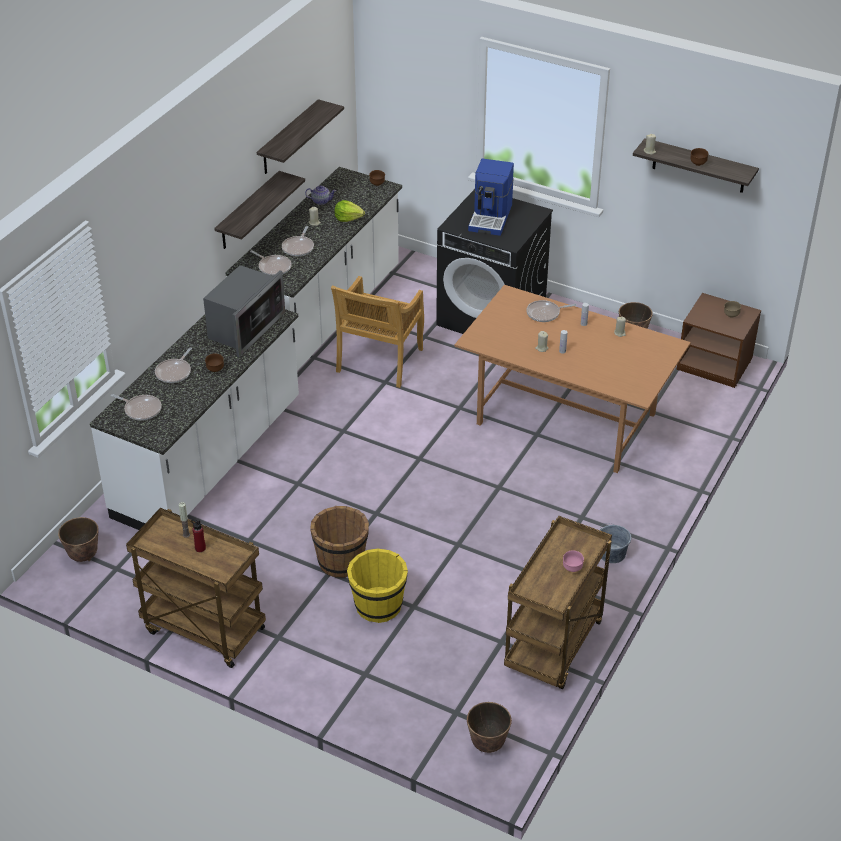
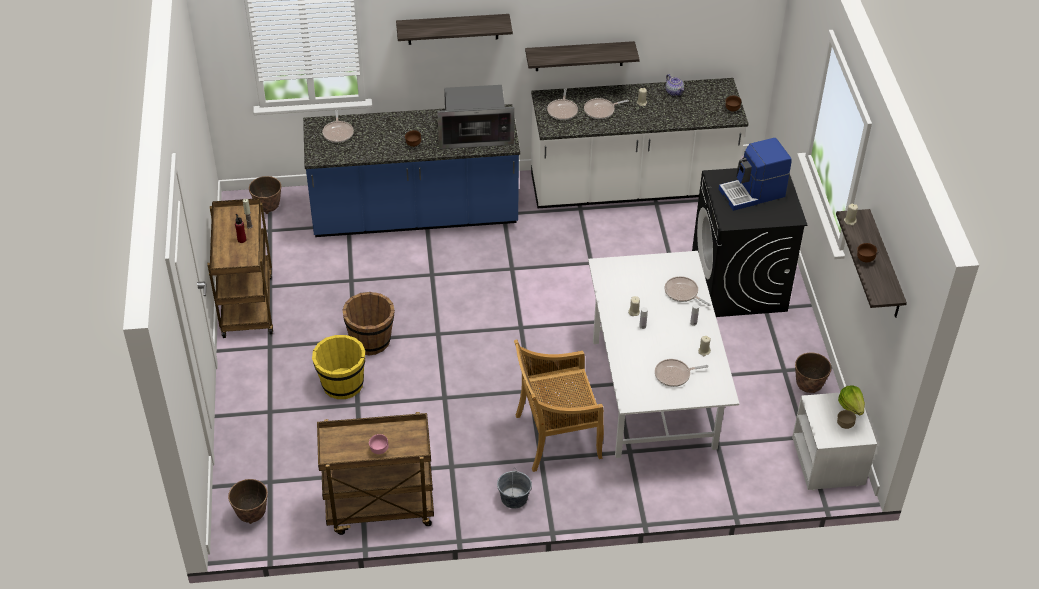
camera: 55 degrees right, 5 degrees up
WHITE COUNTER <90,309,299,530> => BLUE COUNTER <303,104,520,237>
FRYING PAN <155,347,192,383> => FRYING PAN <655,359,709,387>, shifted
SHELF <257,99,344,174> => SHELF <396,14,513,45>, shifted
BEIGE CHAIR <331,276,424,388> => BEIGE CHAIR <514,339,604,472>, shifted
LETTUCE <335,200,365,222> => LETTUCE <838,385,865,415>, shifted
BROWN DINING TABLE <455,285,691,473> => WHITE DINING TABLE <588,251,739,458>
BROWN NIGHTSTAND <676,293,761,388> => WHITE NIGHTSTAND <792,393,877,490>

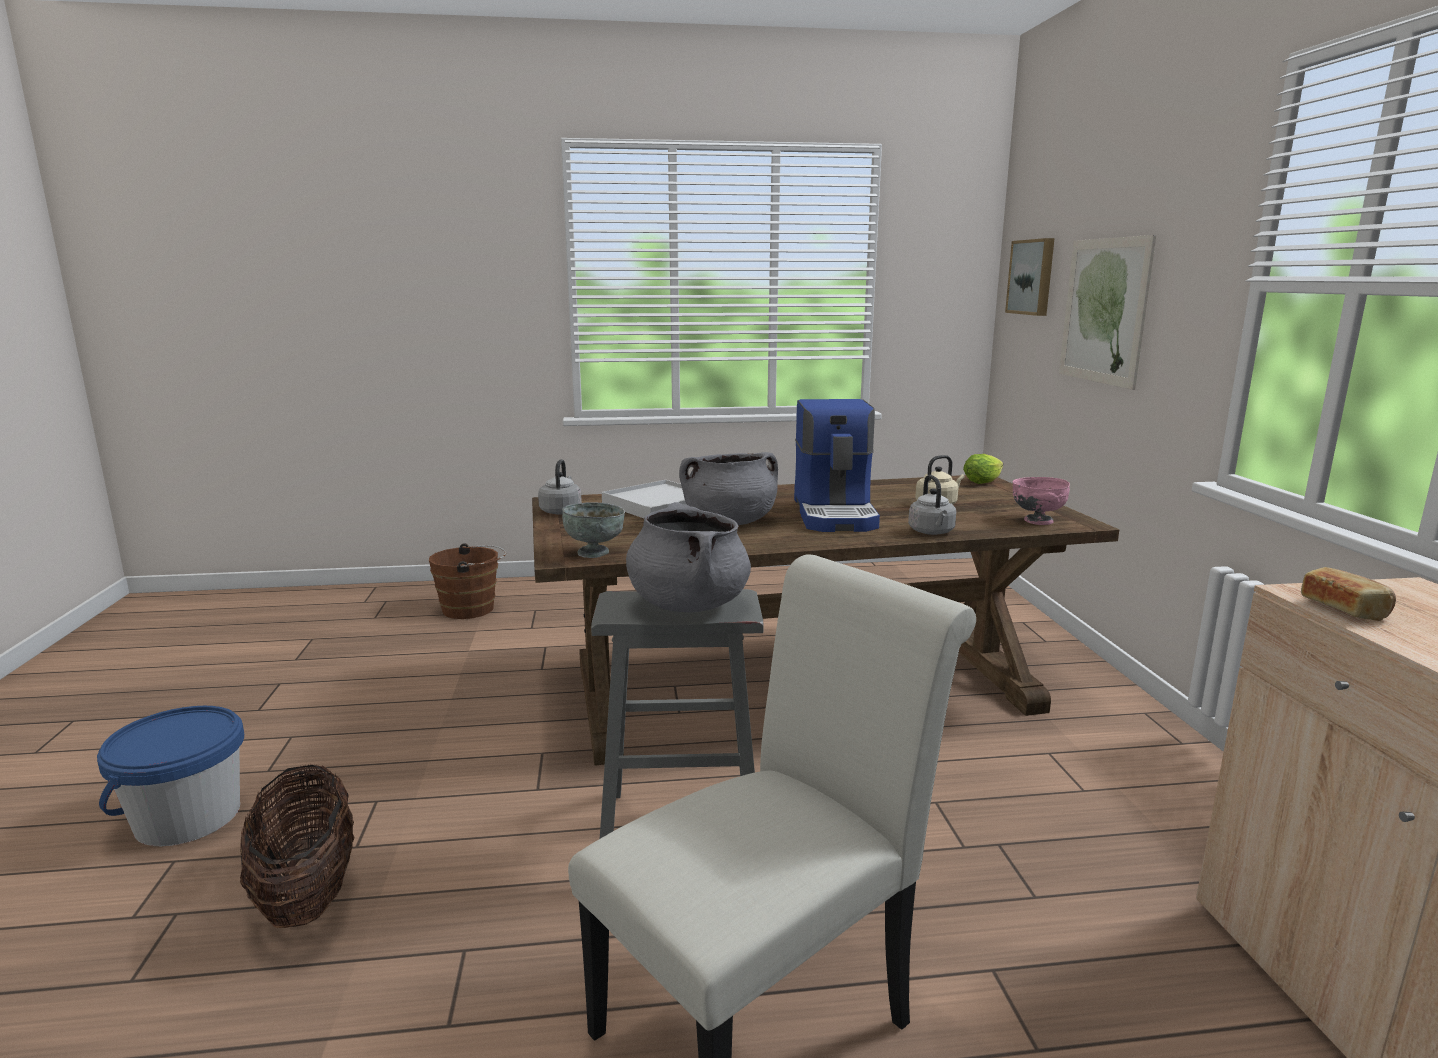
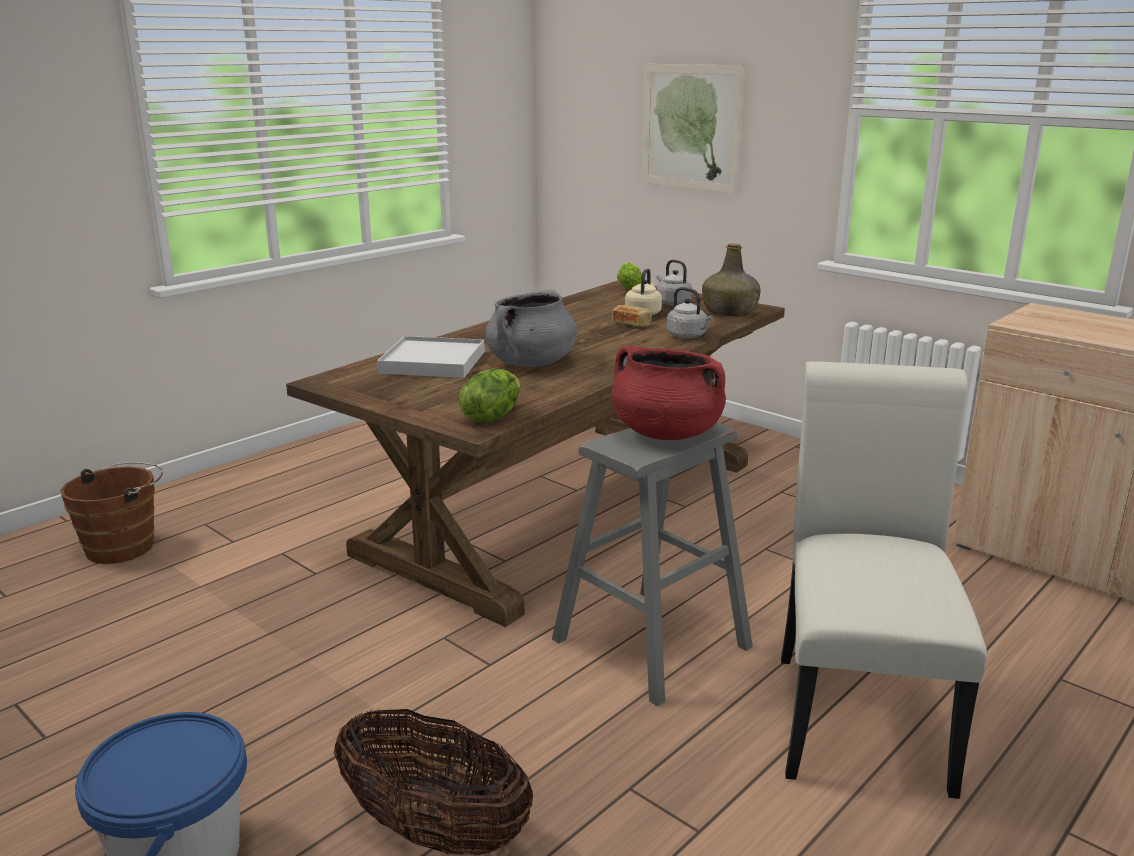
camera: 40 degrees left, 5 degrees up
GREY KETTLE <538,459,582,514> => GREY KETTLE <656,260,692,306>, shifted
GREY BOWL <562,502,625,558> => LETTUCE <459,369,520,422>
GREY COOKING POT <626,502,751,612> => RED COOKING POT <612,346,726,440>
COFFEE MACHINE <794,399,880,532> => nothing
PICTURE <1005,238,1055,316> => nothing
PINK BOWL <1012,477,1070,525> => GREEN BOTTLE <702,243,761,316>
BREAD <1301,567,1396,621> => BREAD <612,305,652,327>, shifted

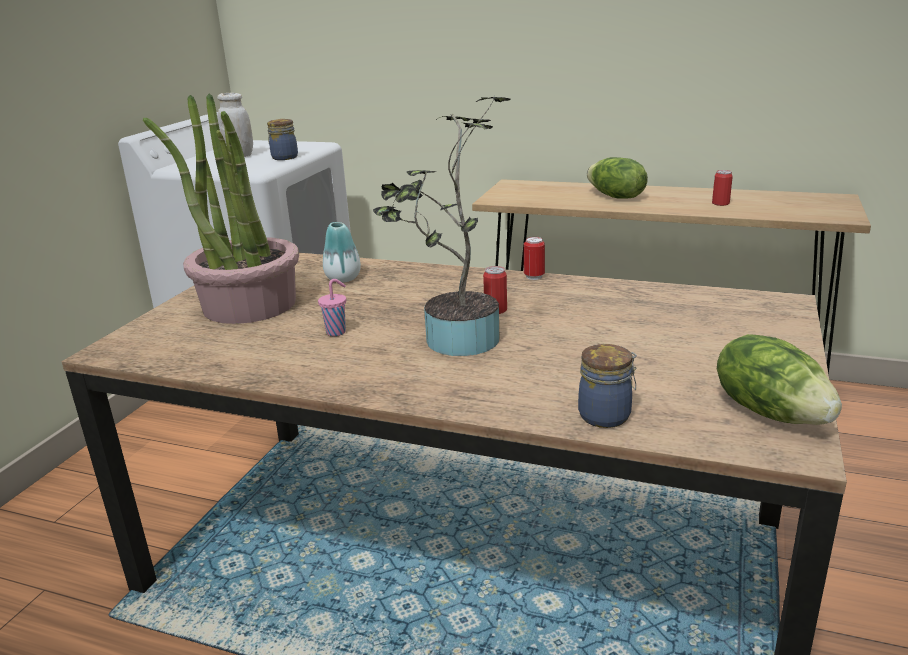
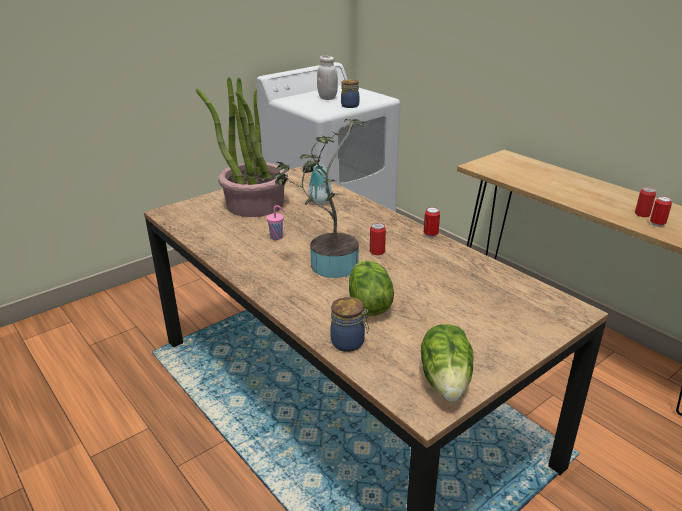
camera: 30 degrees right, 5 degrees up
LETTUCE <587,157,648,199> => LETTUCE <349,260,394,316>, shifted
nothing => CAN <650,196,672,227>

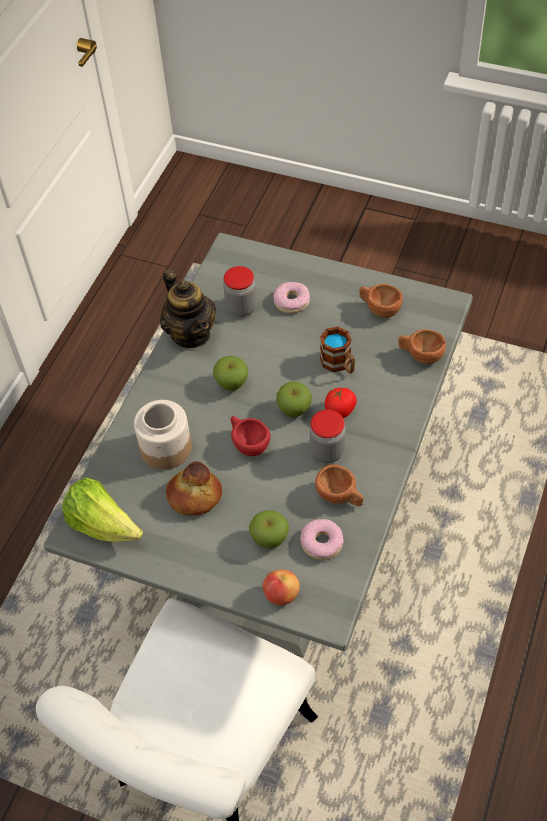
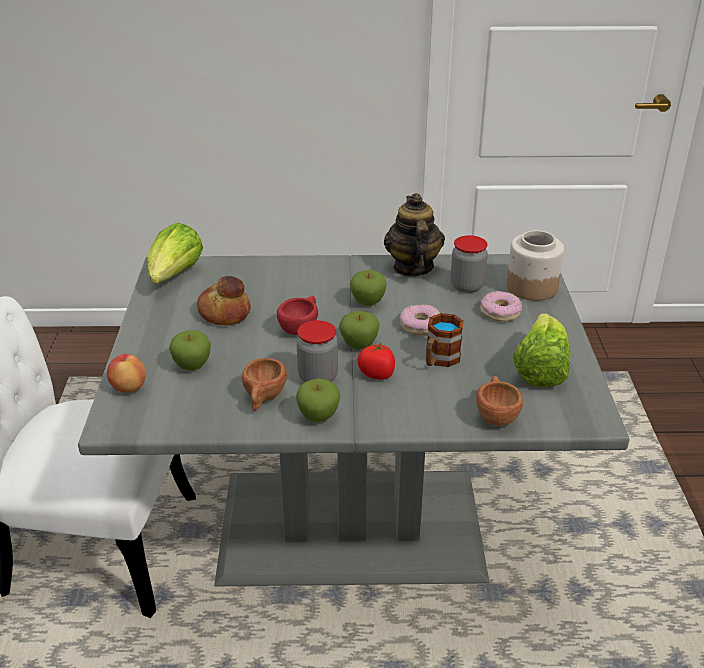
camera: 65 degrees right, 20 degrees down
JAR <134,400,192,470> => JAR <506,230,564,301>, shifted
TEAPOT <160,269,216,348> => TEAPOT <384,193,445,277>, 135 degrees clockwise
DONUT <300,519,344,560> => DONUT <400,304,440,335>, shifted
BROWN CUP <359,284,403,318> => LETTUCE <513,313,571,387>
nothing => APPLE <296,378,340,422>

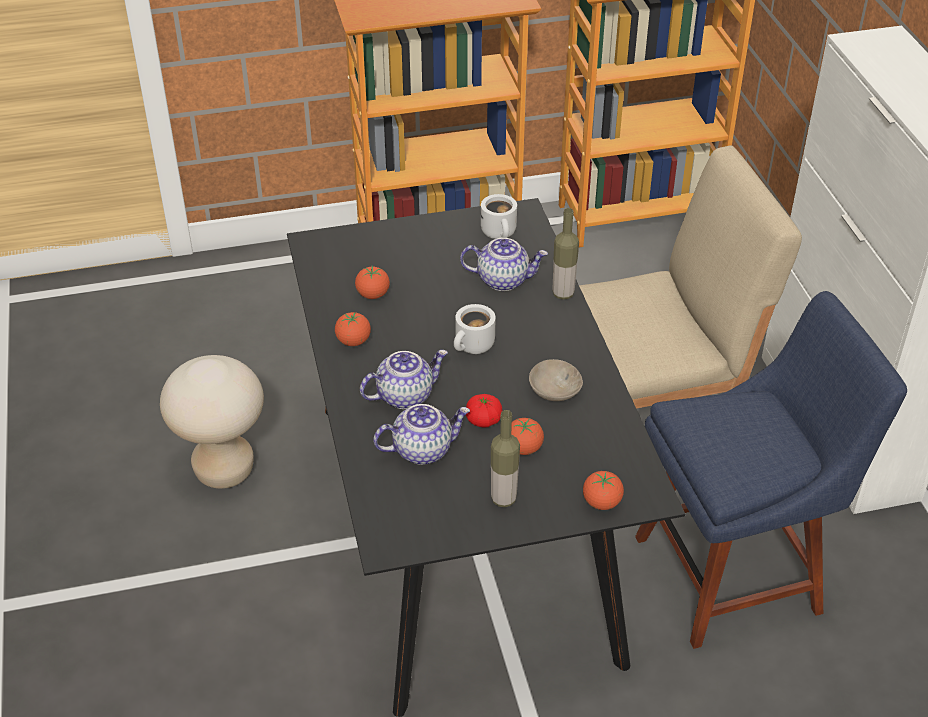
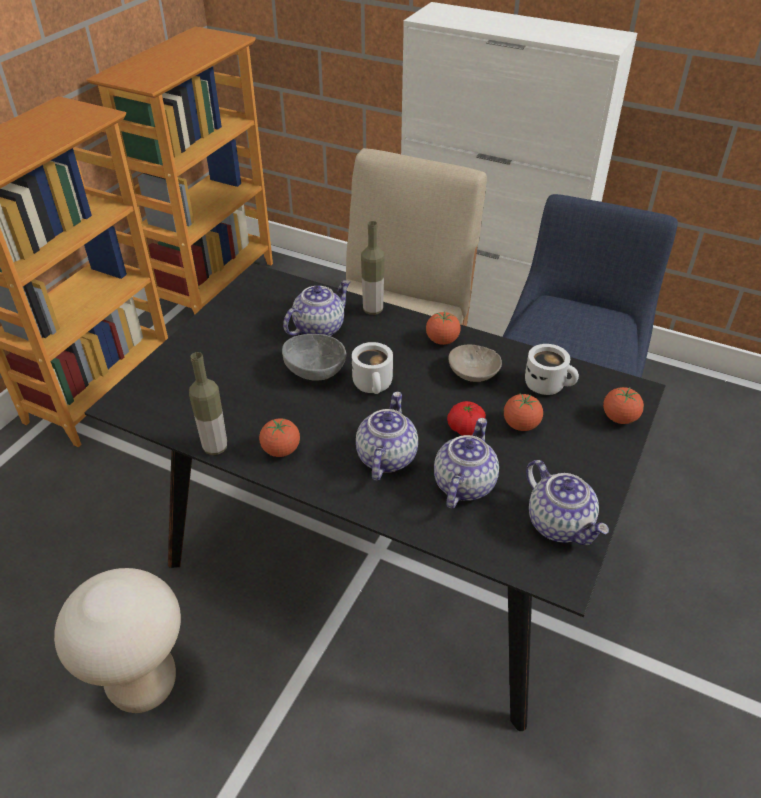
camera: 50 degrees left, 0 degrees up
TOMATO <355,266,390,299> => TOMATO <426,312,461,345>, shifted
WHITE MUG <481,194,517,239> => WHITE MUG <525,344,579,395>, shifted
BOTTLE <491,410,520,507> => BOTTLE <189,352,227,455>, shifted
nothing => GREY BOWL <282,334,346,381>
nothing => TEAPOT <526,460,609,545>

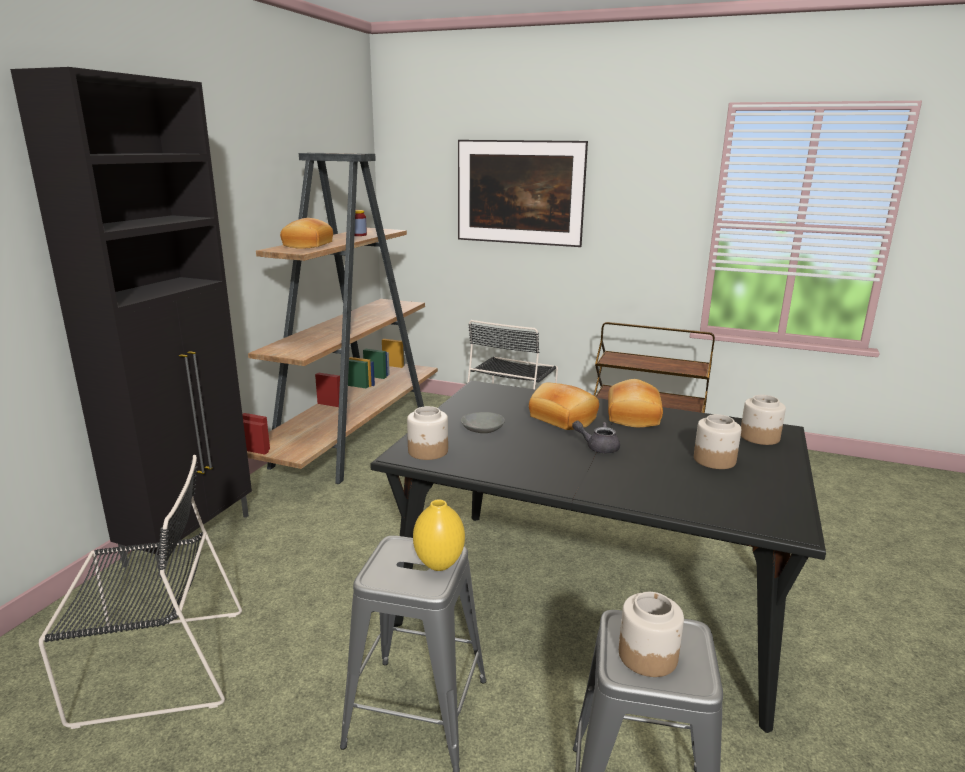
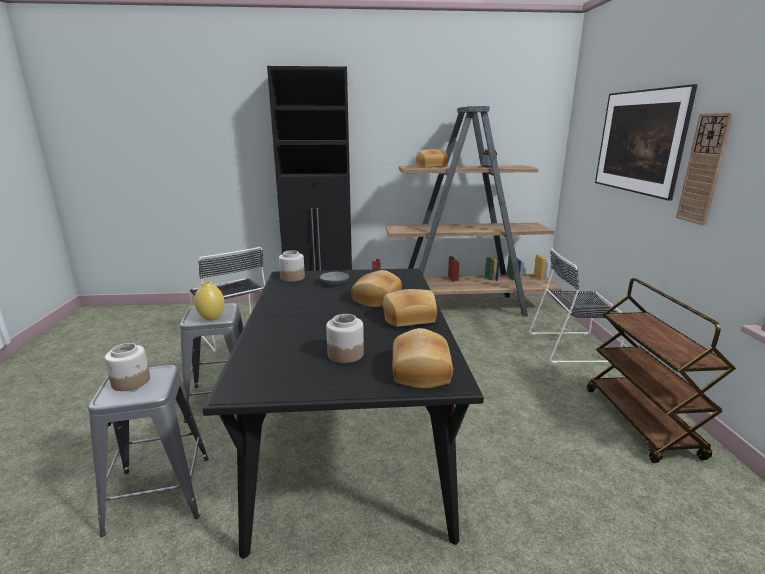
camera: 65 degrees right, 0 degrees up
GREY TEAPOT <572,421,620,453> => nothing
JAR <741,395,786,445> => BREAD <392,328,453,388>
nothing => WALL CLOCK <676,113,734,226>

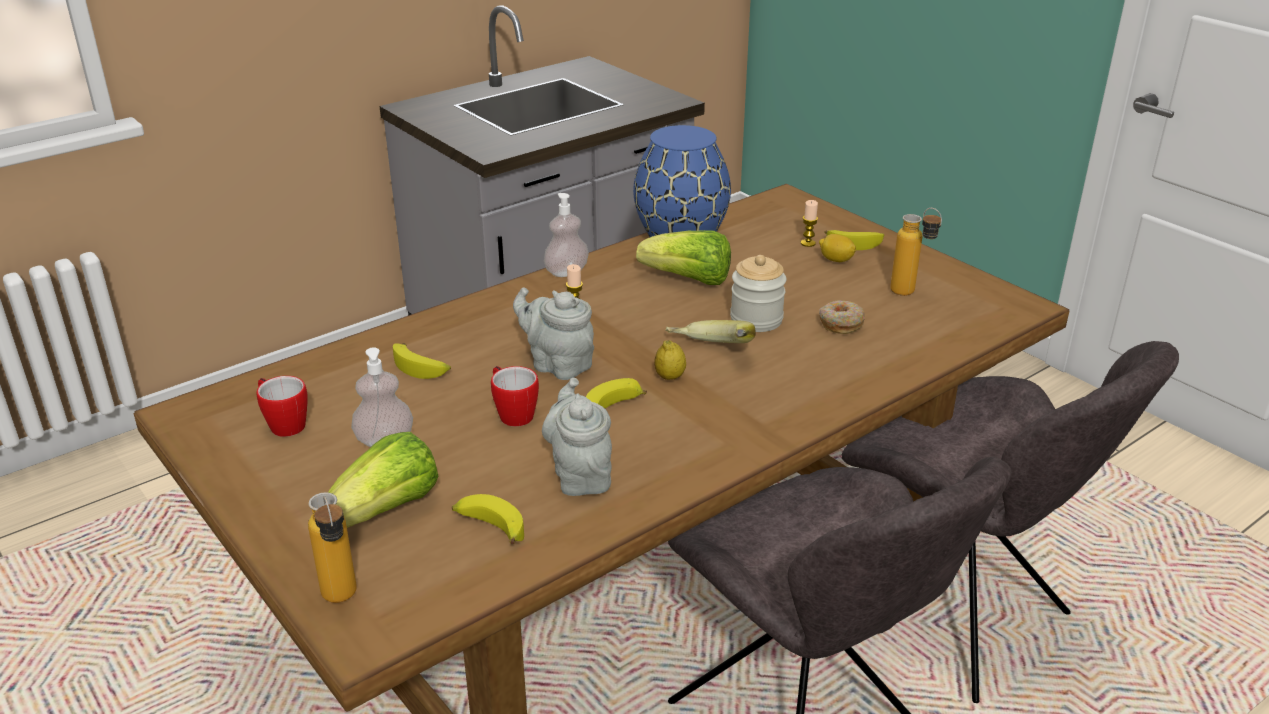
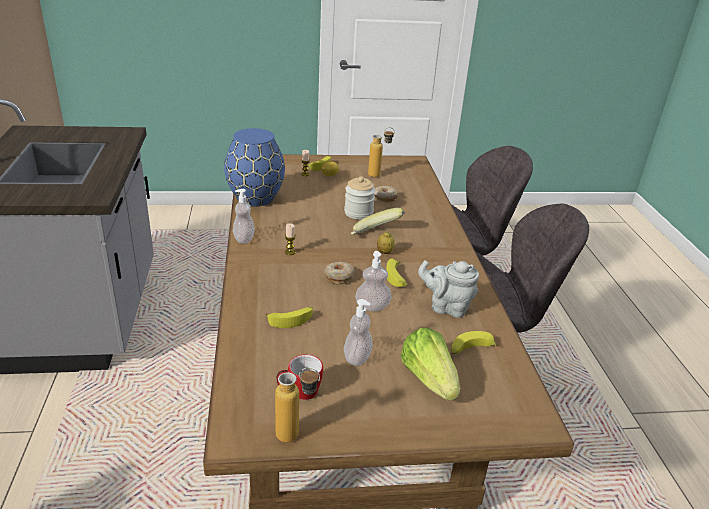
camera: 60 degrees left, 0 degrees up
BOTTLE <308,492,357,603> => BOTTLE <275,368,320,443>, shifted
MUG <491,366,539,426> => SOAP DISPENSER <355,251,391,311>
GREY TEAPOT <513,287,594,380> => DONUT <325,261,354,285>
LETTUCE <636,230,731,285> => nothing

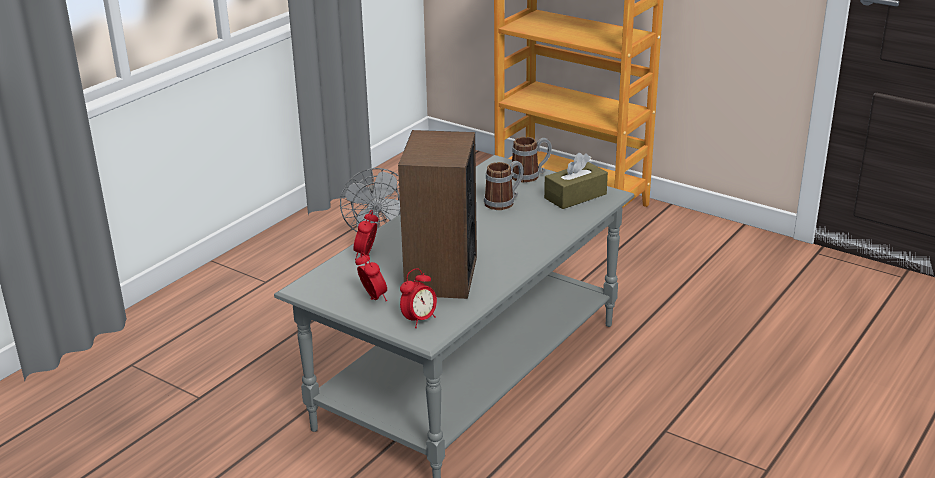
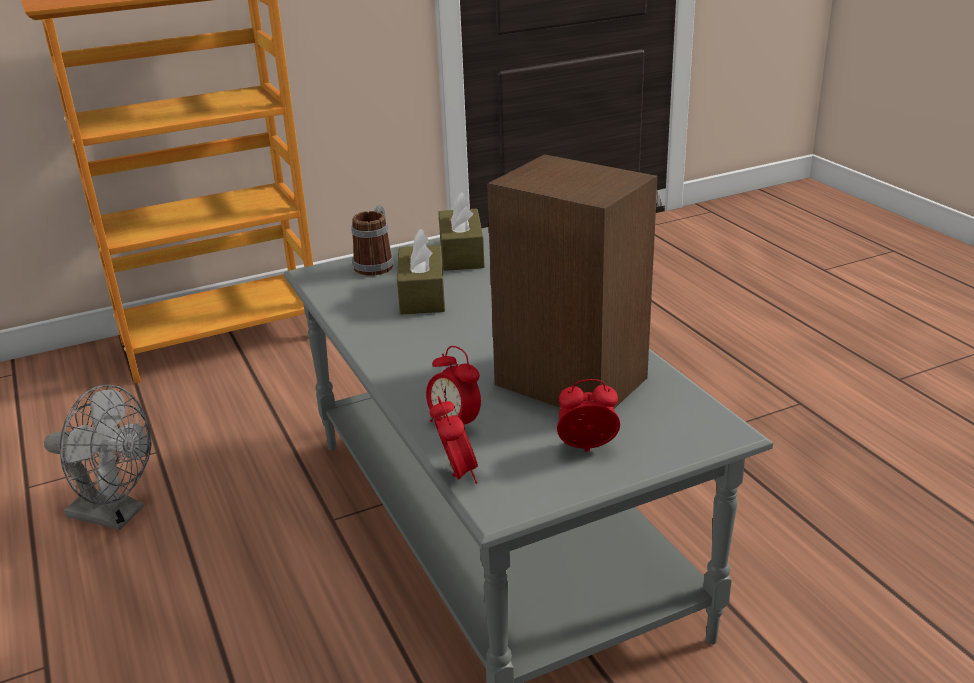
camera: 60 degrees left, 0 degrees up
ALARM CLOCK <400,268,437,328> => ALARM CLOCK <430,396,478,484>, shifted
MUG <484,161,523,210> => BROWN TISSUE BOX <397,229,445,314>

